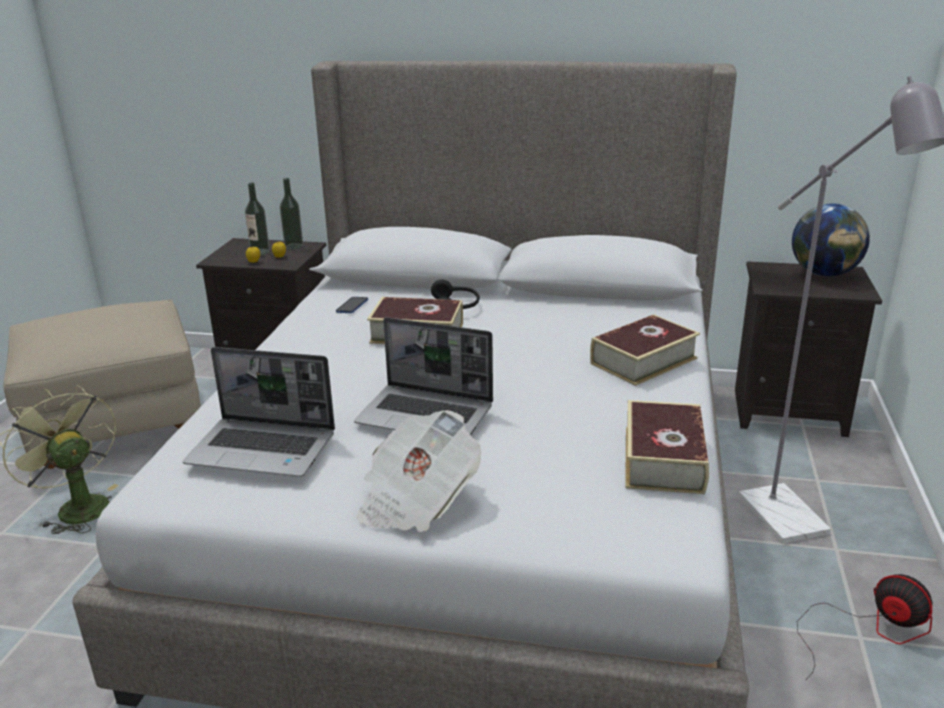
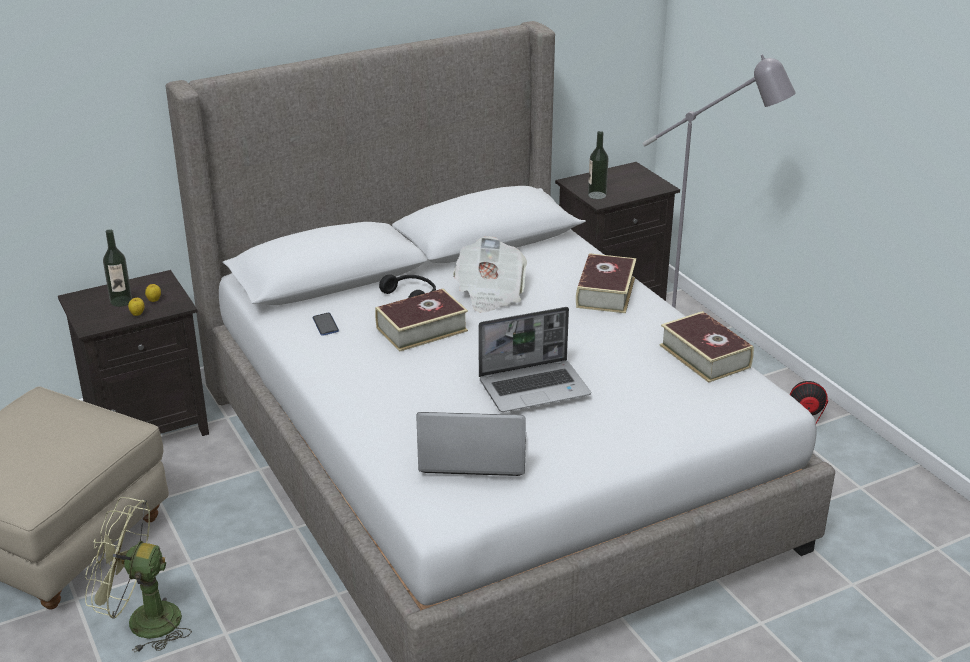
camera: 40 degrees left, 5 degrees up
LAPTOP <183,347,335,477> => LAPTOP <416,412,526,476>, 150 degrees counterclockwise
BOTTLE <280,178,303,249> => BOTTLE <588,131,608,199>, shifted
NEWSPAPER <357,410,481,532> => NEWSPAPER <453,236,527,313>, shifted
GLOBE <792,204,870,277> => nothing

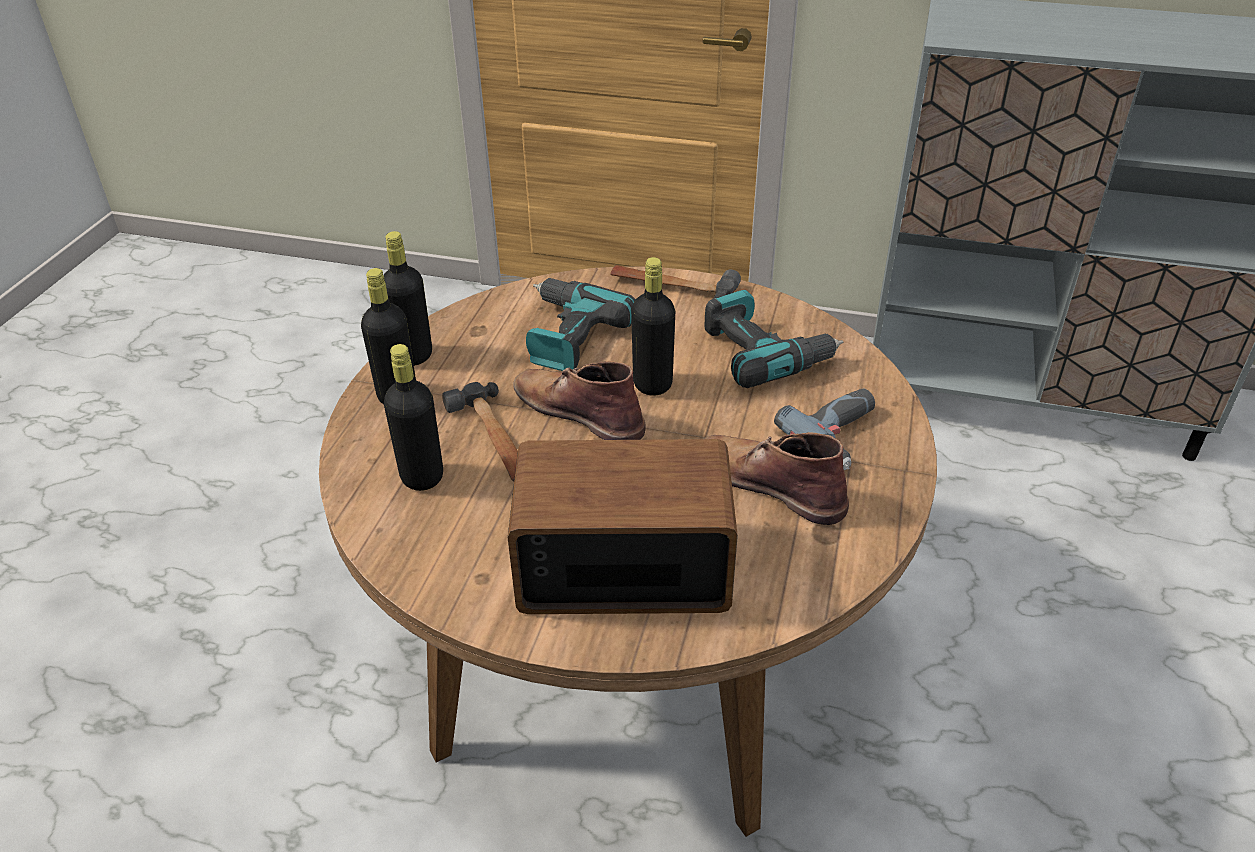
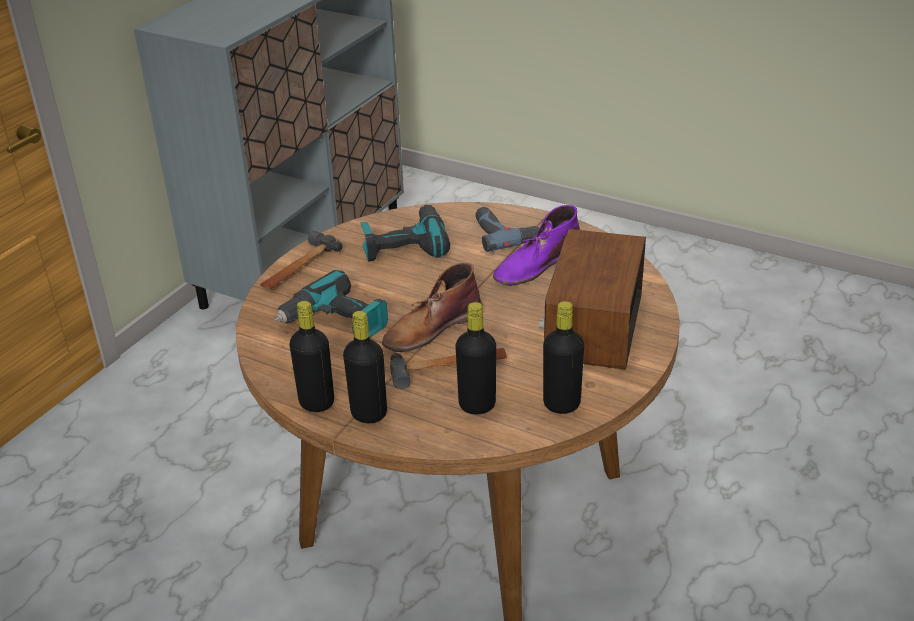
camera: 75 degrees left, 5 degrees down
BLACK BOTTLE <631,257,675,396> => BLACK BOTTLE <543,301,584,414>, shifted
BROWN BOOT <704,432,849,525> => PURPLE BOOT <493,205,580,286>

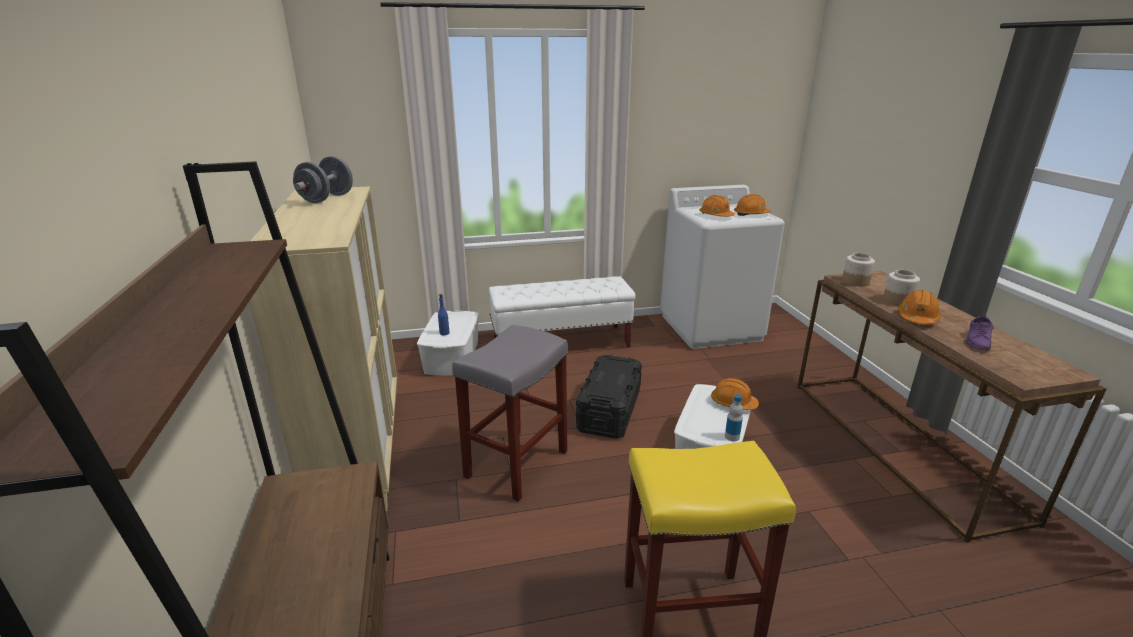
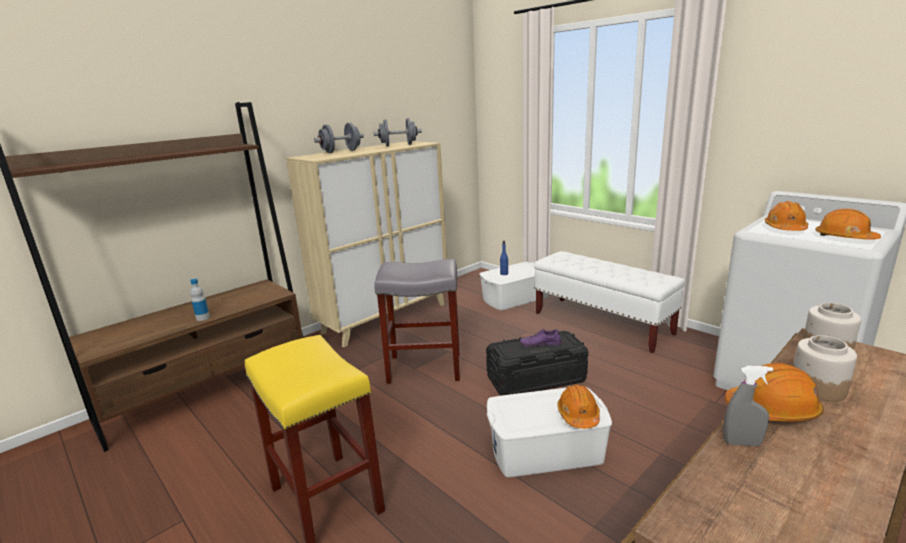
camera: 60 degrees right, 5 degrees down
BOTTLE <725,394,743,442> => BOTTLE <190,279,210,321>, shifted
PURPLE SHOE <966,315,994,351> => PURPLE SHOE <519,328,562,347>, shifted
nothing => GREY DUMBBELL <314,123,364,153>
nothing => GREY SPRAY BOTTLE <723,366,773,446>

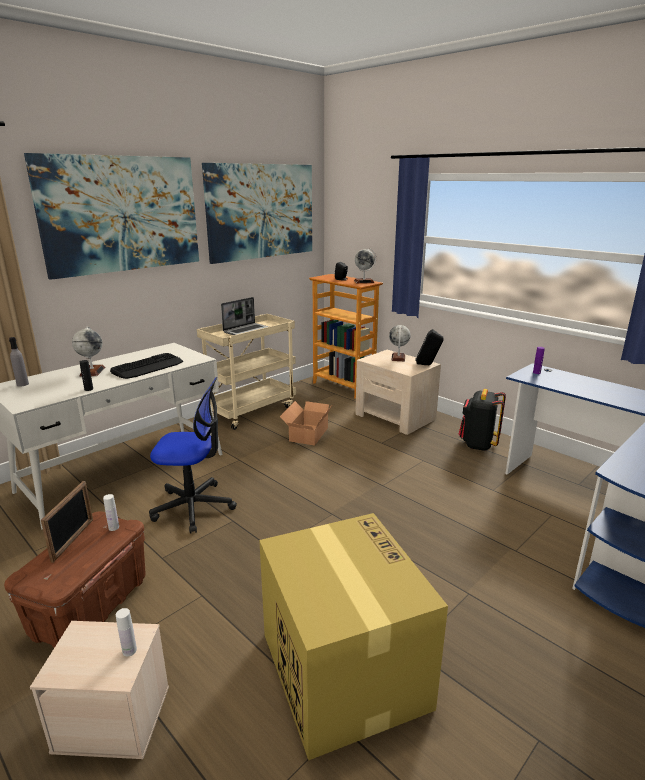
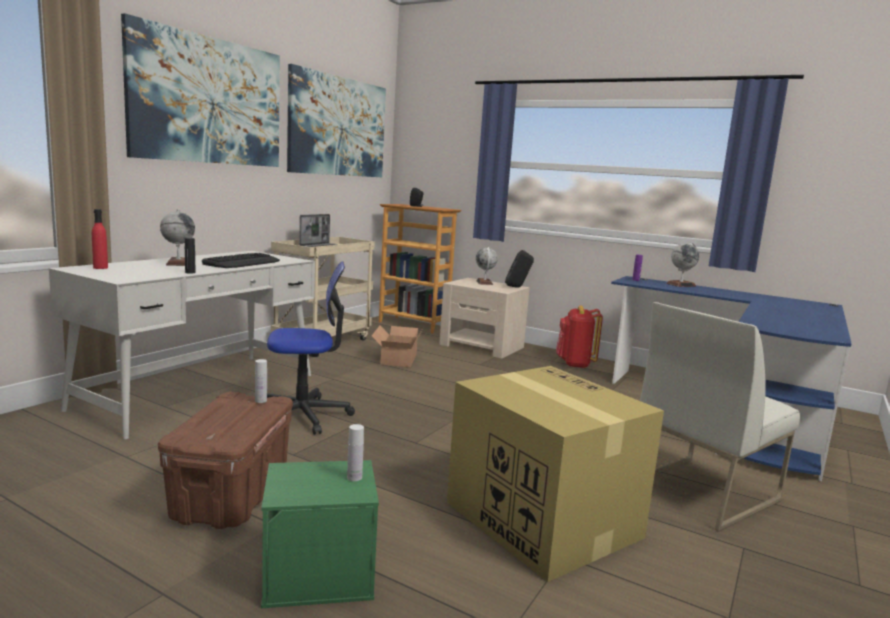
camera: 15 degrees left, 10 degrees down
GREY BOTTLE <9,337,29,387> => RED BOTTLE <92,209,108,269>
BEIGE STORAGE BOX <30,621,169,759> => GREEN STORAGE BOX <261,460,379,608>
PICTURE FRAME <41,481,93,563> => nothing
GLOBE <354,248,376,283> => GLOBE <666,242,699,287>, shifted
BLACK BACKPACK <458,389,506,451> => RED BACKPACK <556,306,603,369>
nothing => WHITE CHAIR <640,302,800,532>

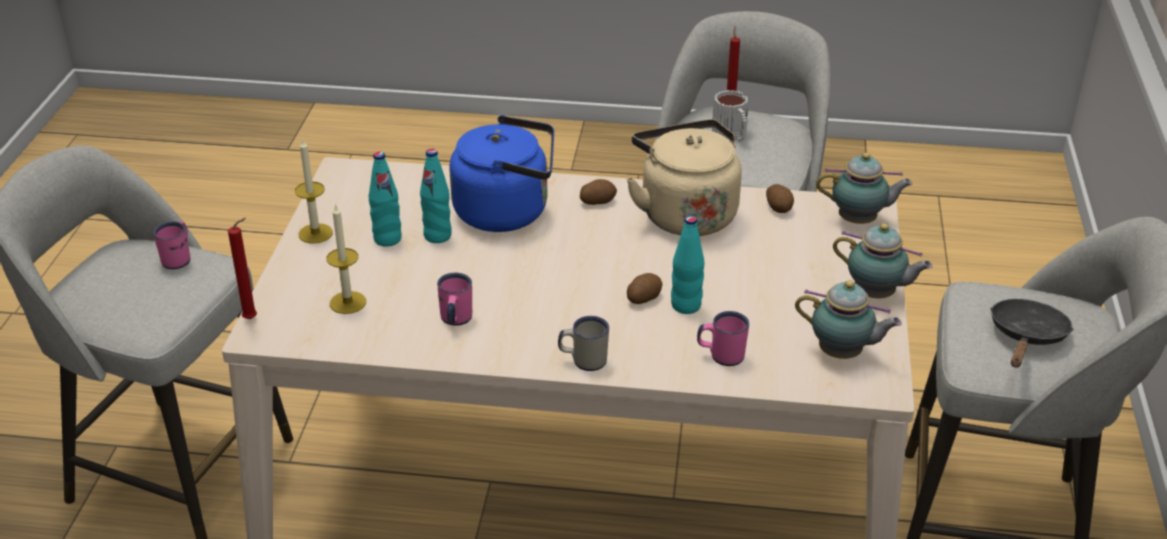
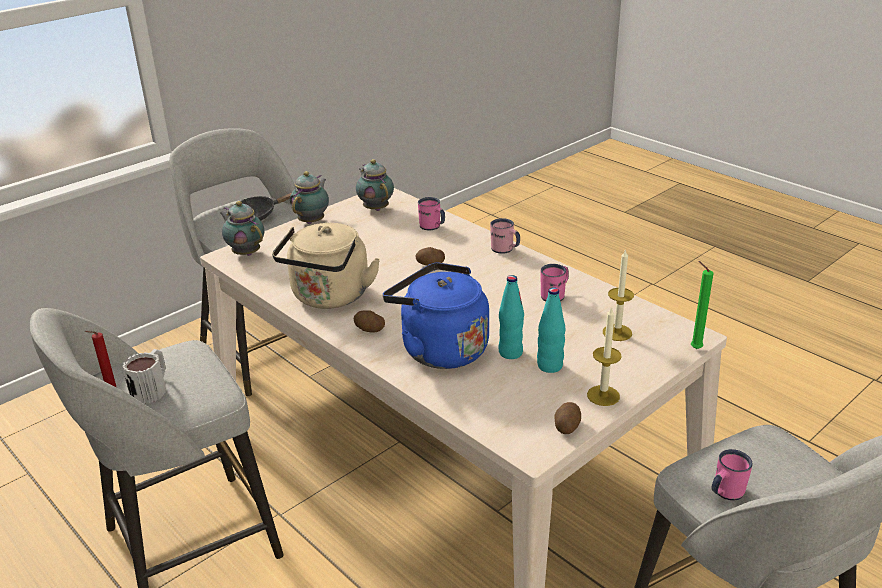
camera: 140 degrees left, 5 degrees down
RED CANDLE <228,218,257,319> => GREEN CANDLE <691,261,713,349>
WHITE MUG <558,316,609,371> => PINK MUG <490,218,520,254>
TURQUOISE BOTTLE <671,216,704,314> => nothing
POTATO <766,184,794,213> => POTATO <554,402,581,434>, shifted
TEAPOT <833,223,933,298> => TEAPOT <290,171,329,224>, 45 degrees clockwise

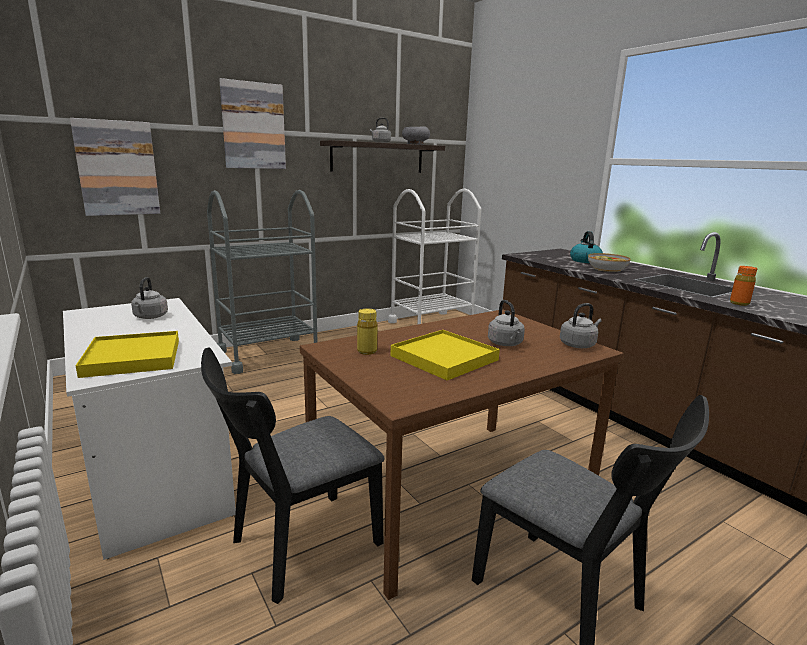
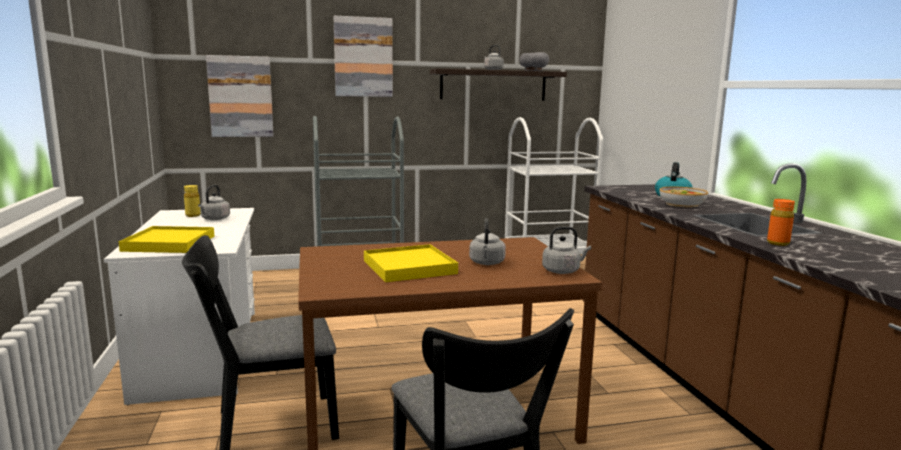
camera: 20 degrees right, 5 degrees down
YELLOW BOTTLE <357,309,377,355> => YELLOW BOTTLE <184,185,201,217>, shifted

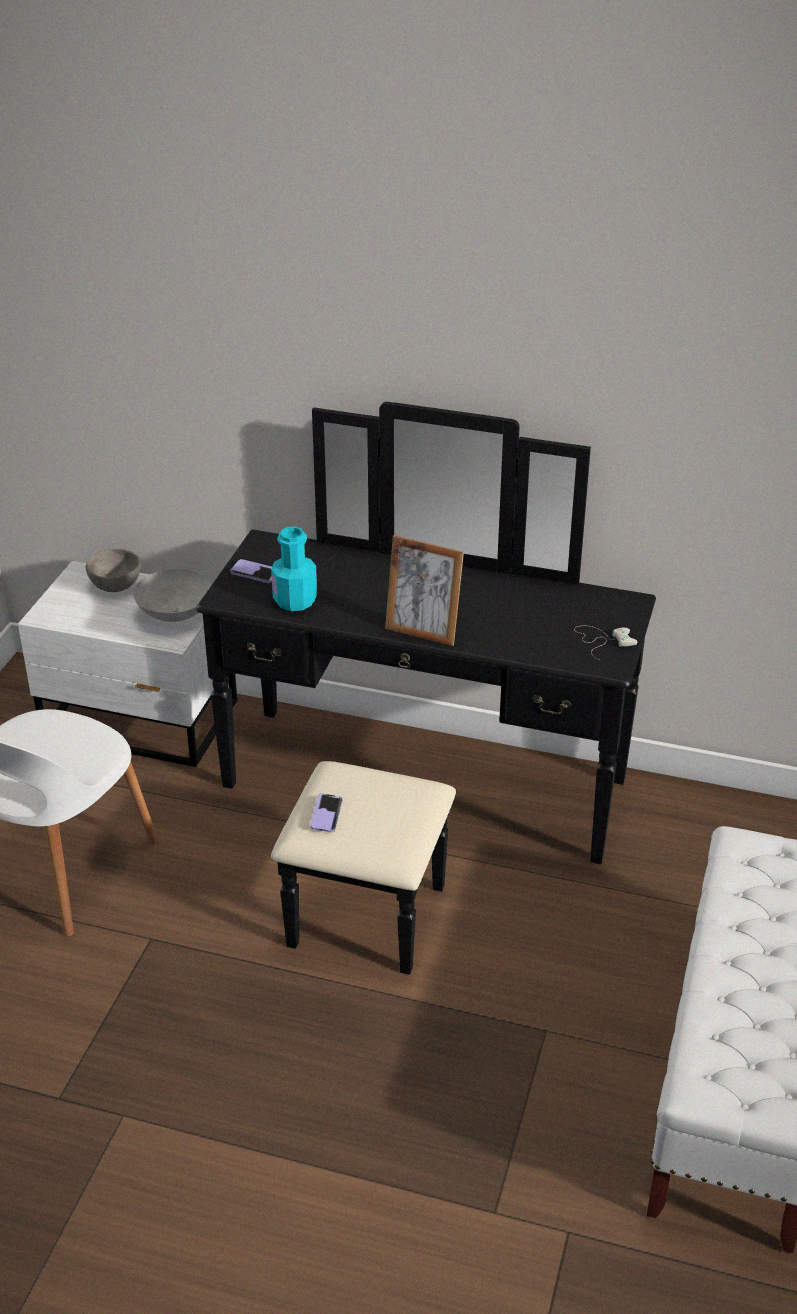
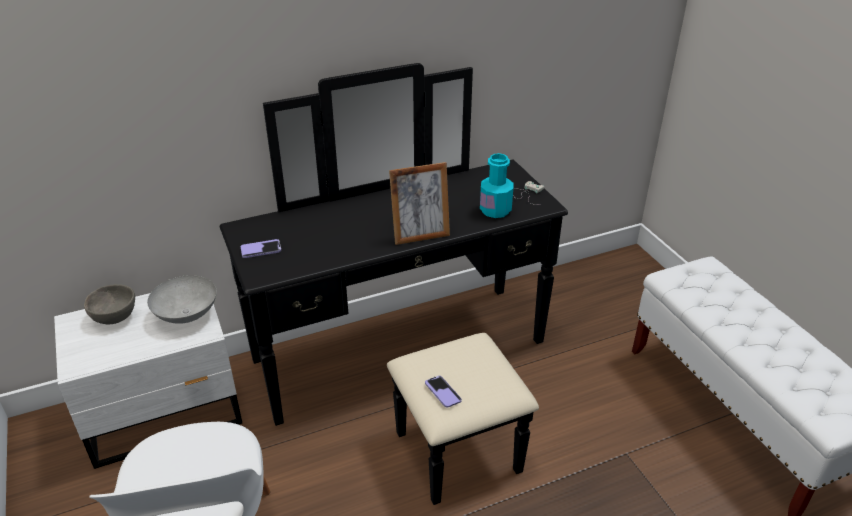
camera: 40 degrees left, 0 degrees up
TURQUOISE BOTTLE <271,526,317,611> => TURQUOISE BOTTLE <480,153,514,218>, shifted

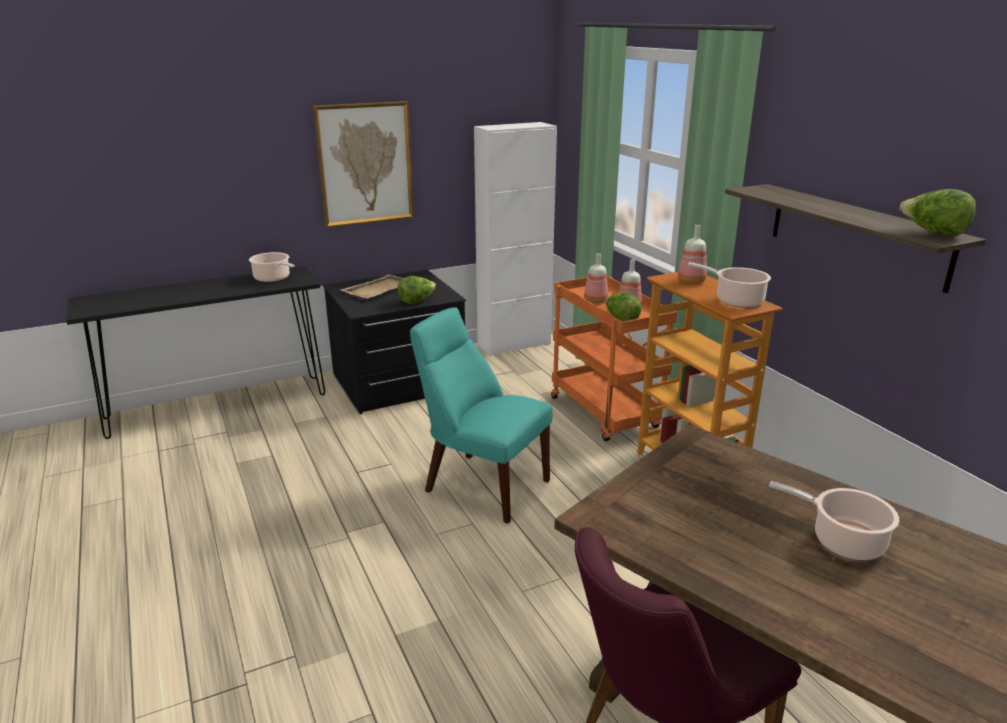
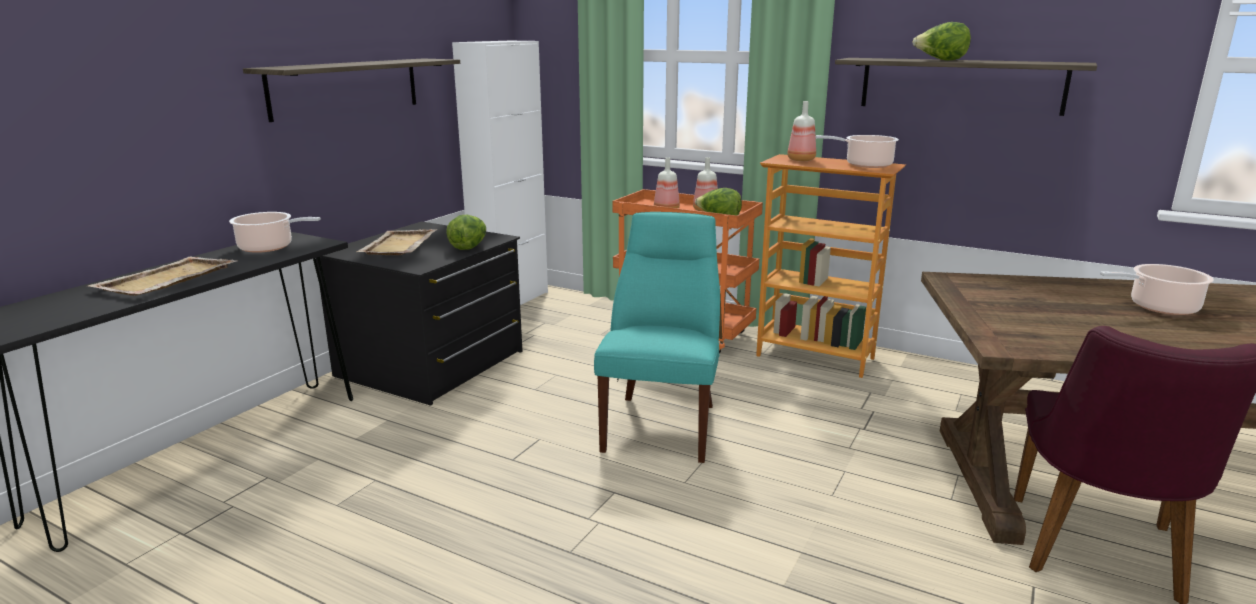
camera: 35 degrees left, 5 degrees down
PICTURE <313,101,414,228> => SHELF <243,59,460,122>
TURQUOISE CHAIR <410,307,552,524> => TURQUOISE CHAIR <594,212,720,463>, 105 degrees clockwise
LETTUCE <900,189,976,236> => LETTUCE <912,22,971,61>, shifted
nothing => BEIGE TRAY <88,256,237,296>

